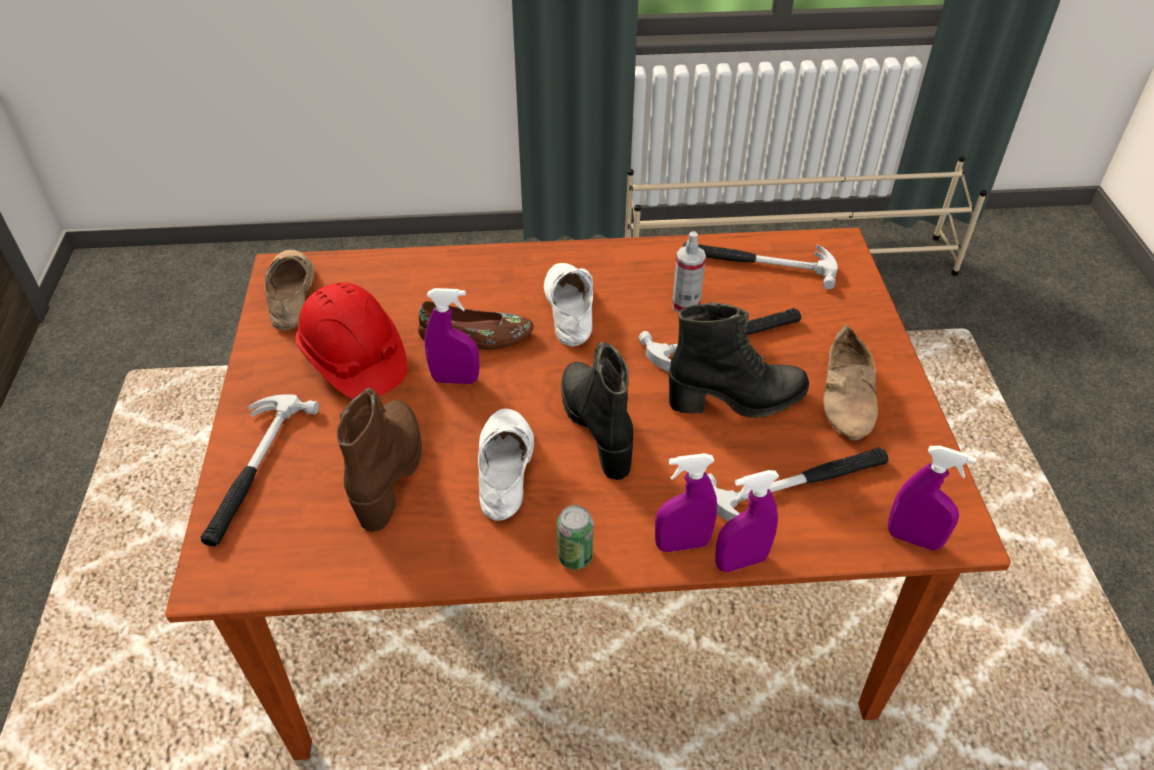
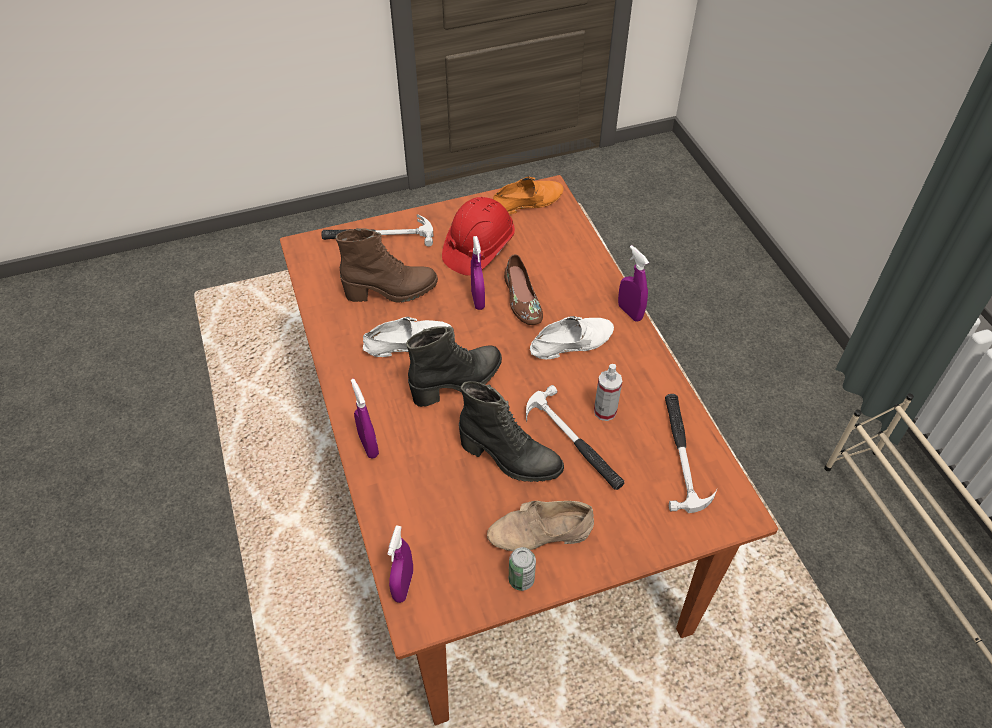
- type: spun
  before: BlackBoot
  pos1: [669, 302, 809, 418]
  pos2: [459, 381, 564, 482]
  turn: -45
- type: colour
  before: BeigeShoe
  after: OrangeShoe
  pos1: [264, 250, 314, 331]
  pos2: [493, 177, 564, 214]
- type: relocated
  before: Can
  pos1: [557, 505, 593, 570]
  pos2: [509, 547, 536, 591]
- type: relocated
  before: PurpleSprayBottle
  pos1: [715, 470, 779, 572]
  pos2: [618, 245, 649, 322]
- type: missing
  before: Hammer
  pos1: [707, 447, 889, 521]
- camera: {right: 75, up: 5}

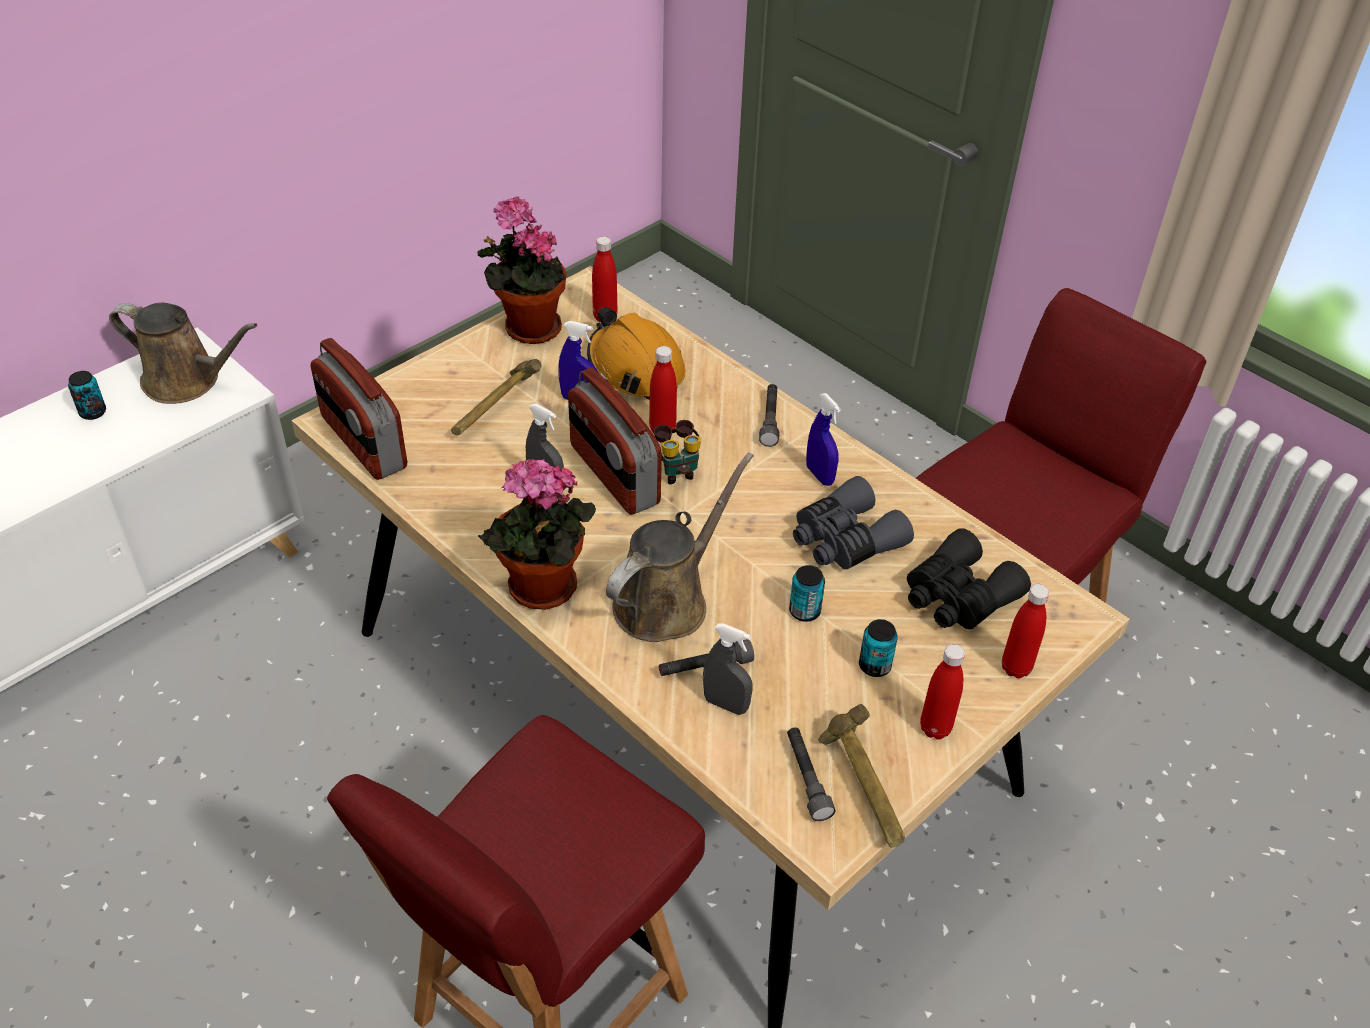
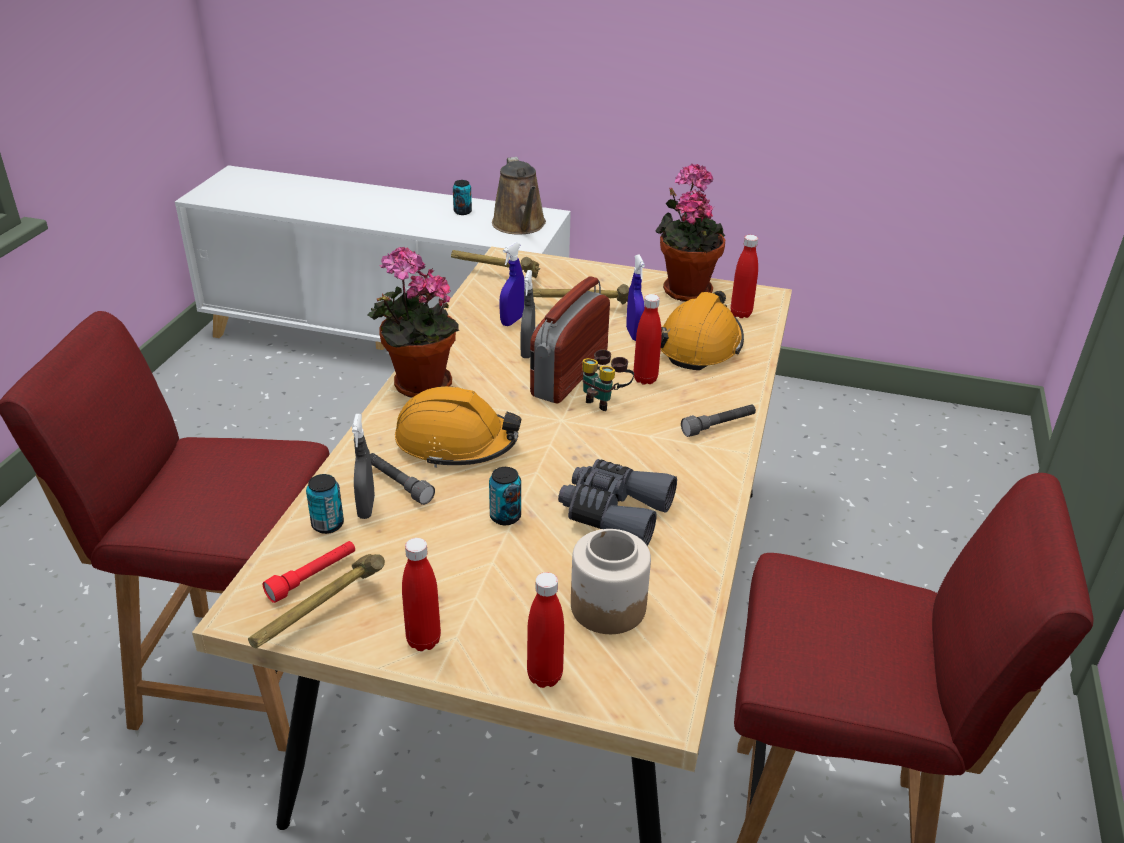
- type: colour
  before: GreyFlashlight
  after: RedFlashlight
  pos1: [787, 727, 835, 821]
  pos2: [262, 541, 355, 603]
- type: relocated
  before: Can
  pos1: [859, 619, 898, 677]
  pos2: [306, 474, 344, 534]
- type: exchanged
  before: BrownWateringCan
  after: OrangeHardHat
  pos1: [606, 453, 754, 642]
  pos2: [395, 386, 521, 468]
- type: exchanged
  before: Radio
  after: Hammer
  pos1: [311, 338, 407, 480]
  pos2: [451, 250, 540, 278]
- type: relocated
  before: BlueSprayBottle
  pos1: [806, 393, 841, 486]
  pos2: [499, 242, 525, 326]
- type: exchanged
  before: BlackBinoculars
  after: Jar
  pos1: [907, 528, 1031, 629]
  pos2: [571, 529, 651, 634]
- camera: {right: 60, up: -10}

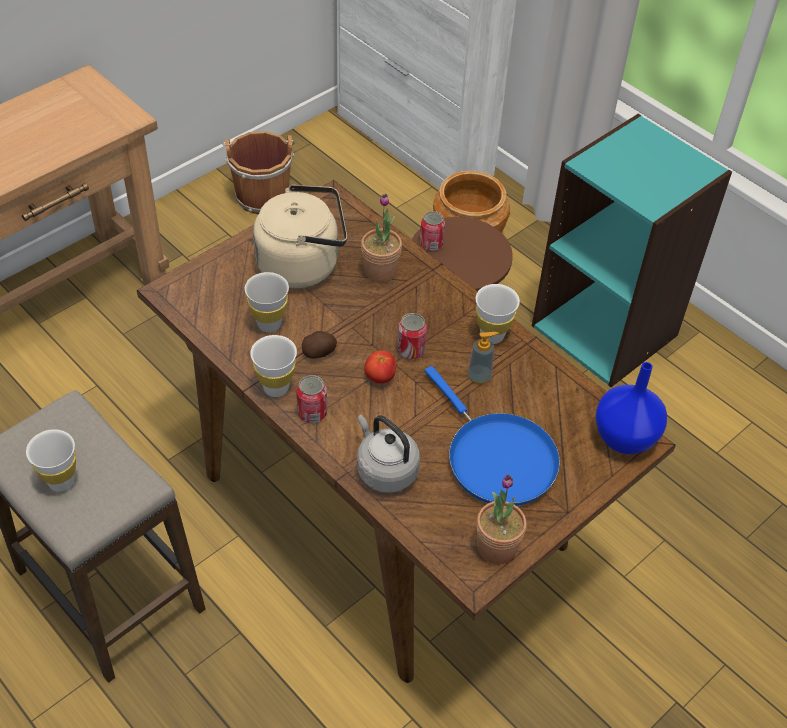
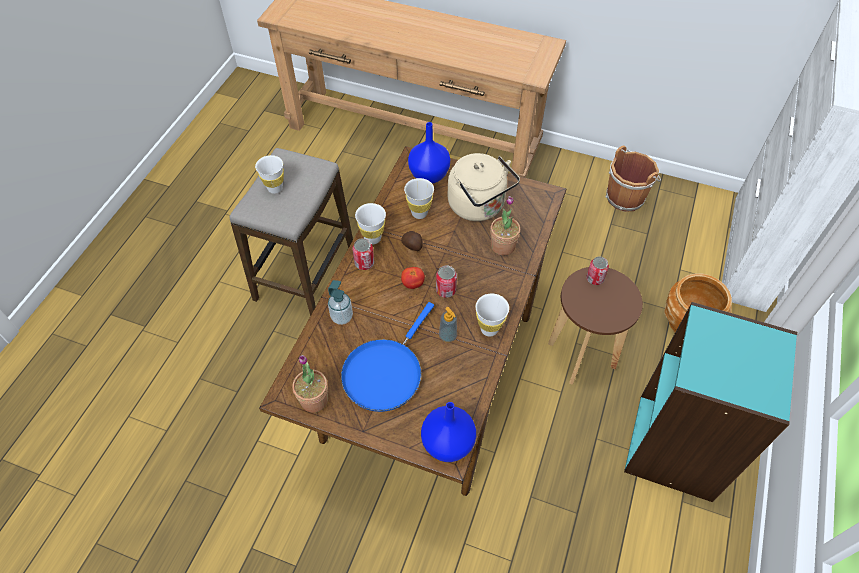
- type: exchanged
  before: GreyKettle
  after: SoapDispenser
  pos1: [357, 414, 420, 493]
  pos2: [328, 280, 353, 325]
- type: appeared
  after: BlueVase
  pos2: [408, 122, 450, 184]
- camera: {right: 65, up: 5}

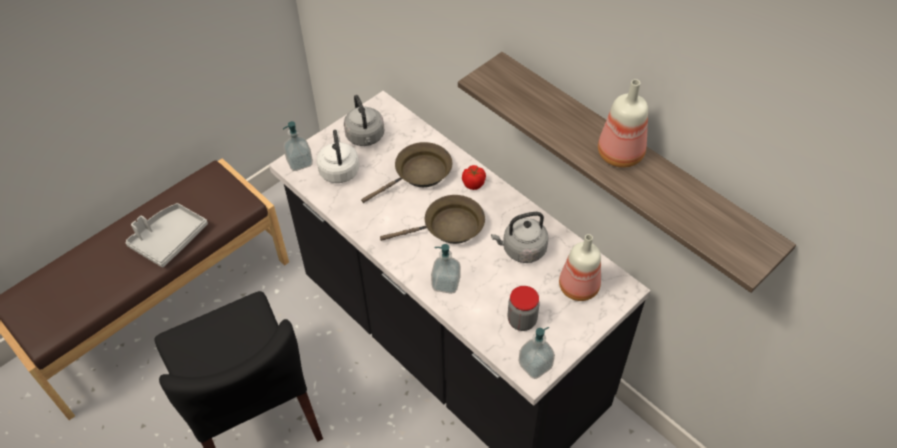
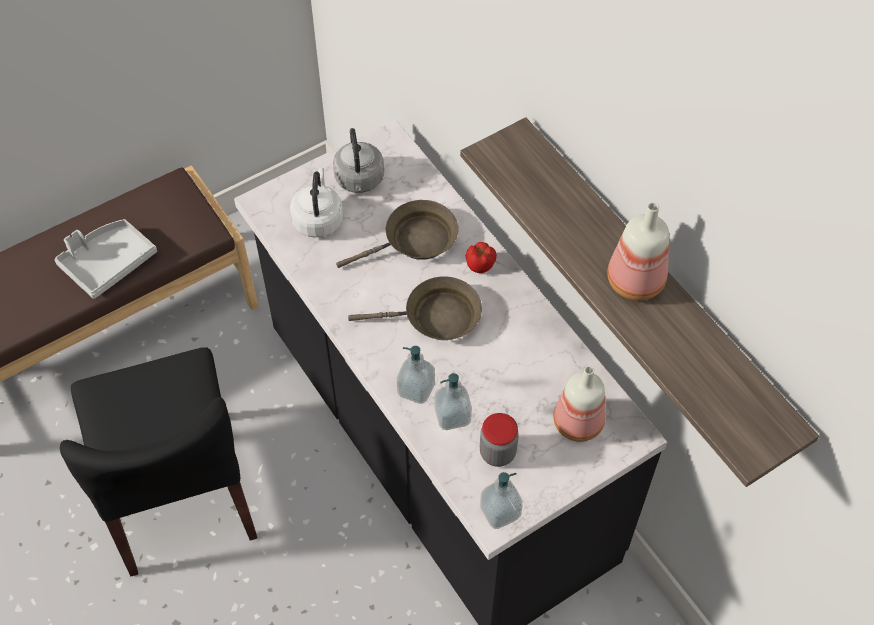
- type: relocated
  before: SoapDispenser
  pos1: [283, 121, 313, 171]
  pos2: [434, 373, 472, 430]
- type: missing
  before: GreyKettle
  pos1: [491, 212, 549, 263]
- camera: {right: 10, up: 5}

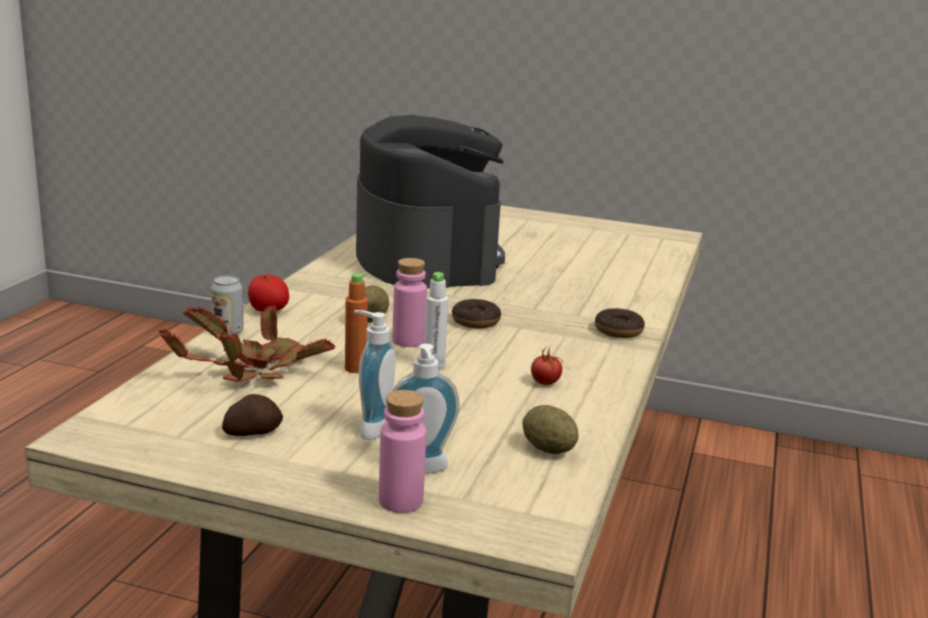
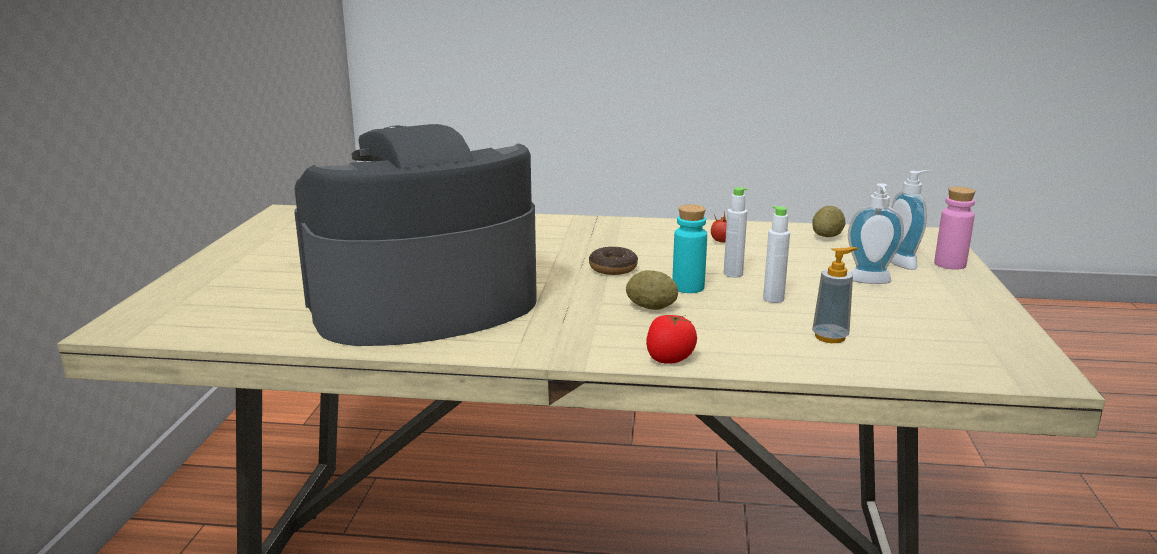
- type: colour
  before: PinkBottle
  after: TurquoiseBottle
  pos1: [392, 258, 427, 347]
  pos2: [672, 205, 707, 293]
- type: colour
  before: OrangeBottle
  after: WhiteBottle
  pos1: [345, 273, 368, 373]
  pos2: [763, 206, 790, 303]
- type: exchanged
  before: PottedPlant
  after: SoapDispenser
  pos1: [158, 305, 335, 382]
  pos2: [812, 247, 858, 343]
- type: missing
  before: Can
  pos1: [211, 275, 243, 335]
- type: missing
  before: Potato
  pos1: [222, 394, 283, 436]
- type: missing
  before: Donut
  pos1: [595, 308, 645, 338]
- camera: {right: -100, up: 0}

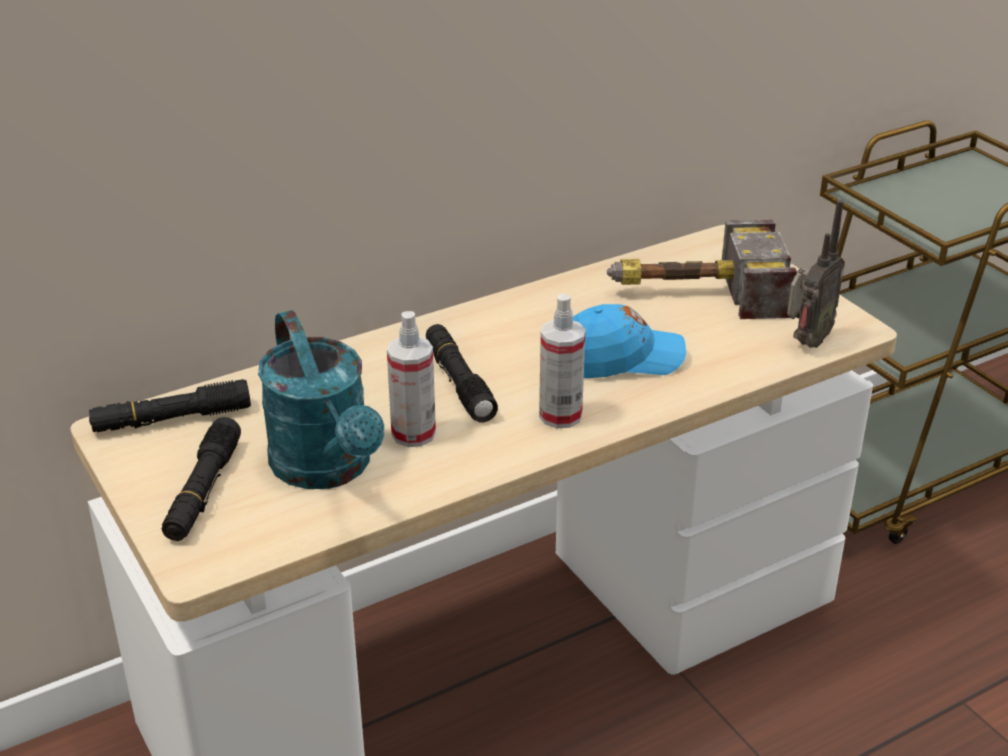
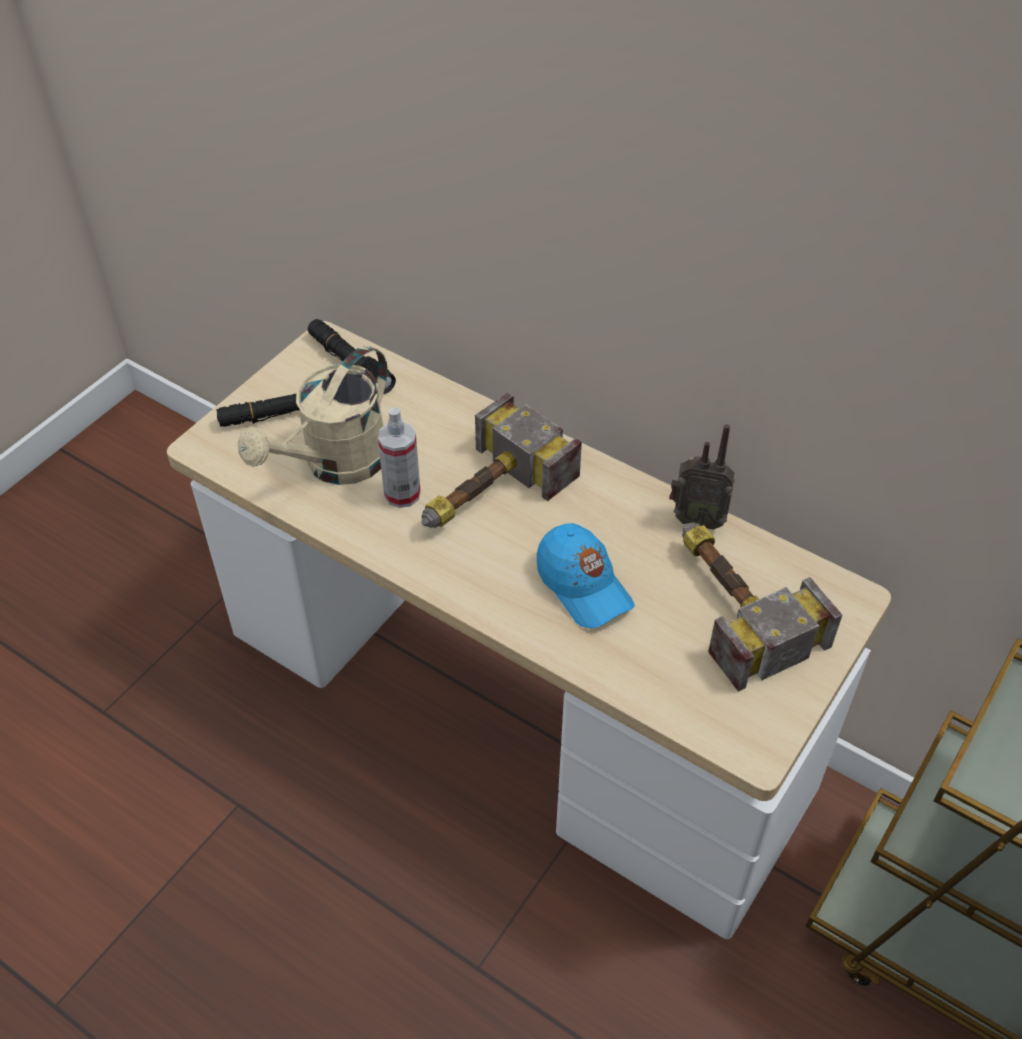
- type: colour
  before: TurquoiseWateringCan
  after: BeigeWateringCan
  pos1: [258, 310, 384, 489]
  pos2: [238, 345, 388, 485]
- type: exchanged
  before: BlackFlashlight
  after: Hammer
  pos1: [426, 324, 498, 422]
  pos2: [421, 392, 582, 528]
- type: relocated
  before: Radio
  pos1: [787, 200, 845, 348]
  pos2: [669, 424, 735, 530]
- type: missing
  before: SprayBottle
  pos1: [539, 294, 586, 428]
- camera: {right: 65, up: 15}

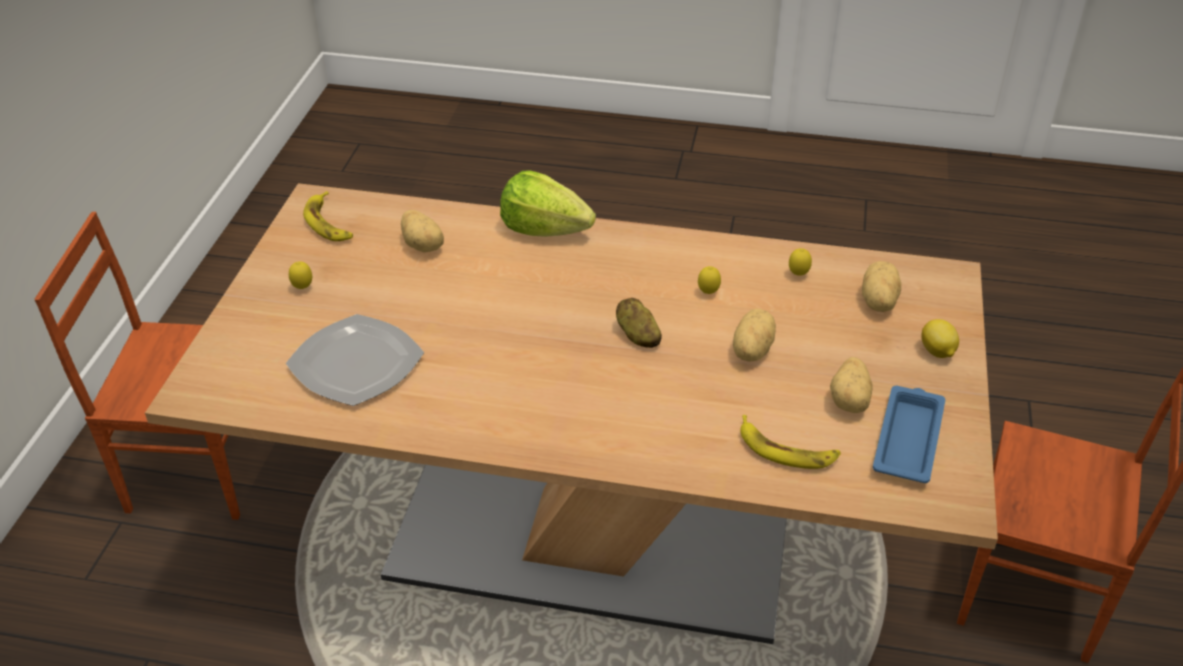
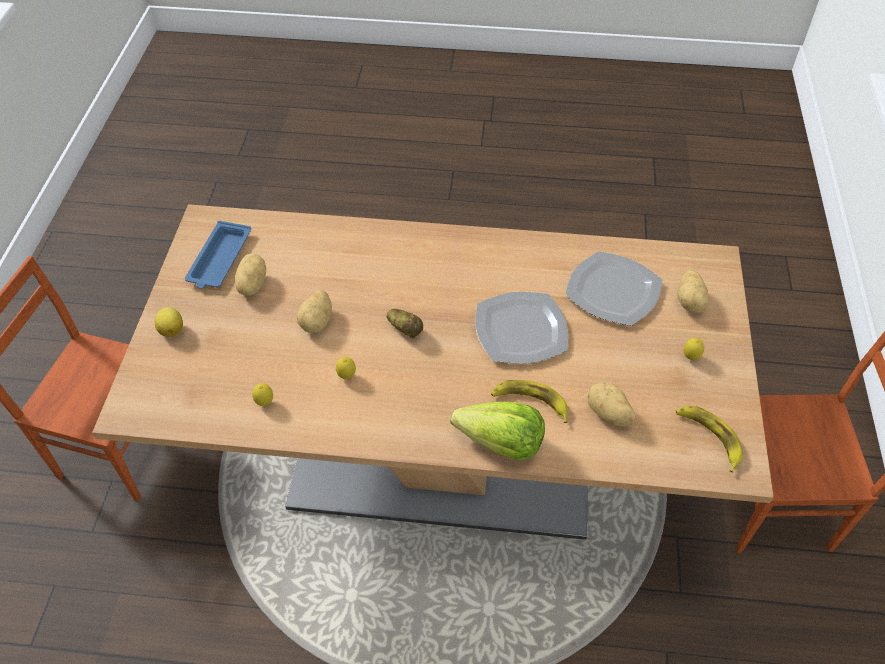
- type: appeared
  after: Plate
  pos2: [475, 292, 568, 364]
- type: relocated
  before: Banana
  pos1: [740, 415, 841, 469]
  pos2: [491, 380, 568, 423]
- type: relocated
  before: Potato
  pos1: [862, 261, 901, 312]
  pos2: [677, 270, 709, 313]
- camera: {right: 175, up: 10}

